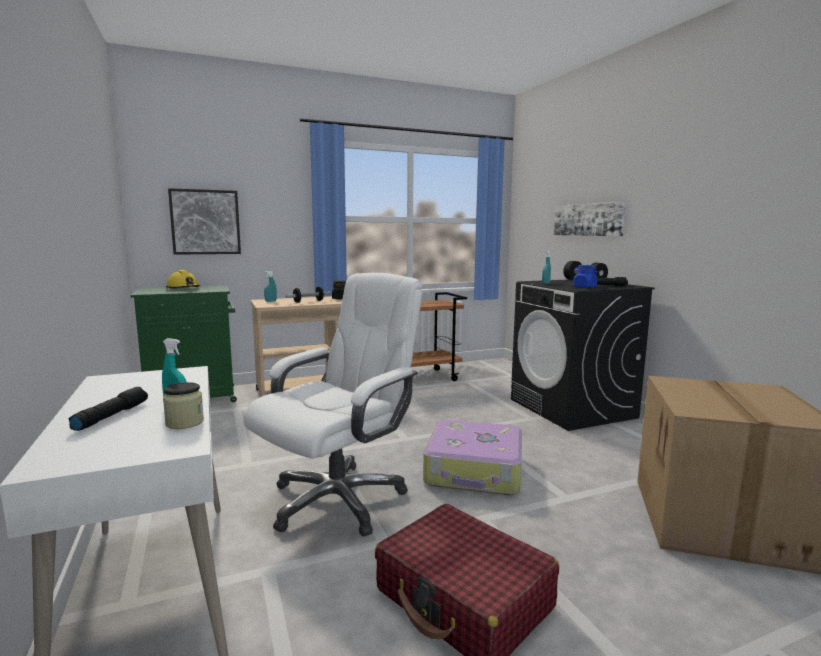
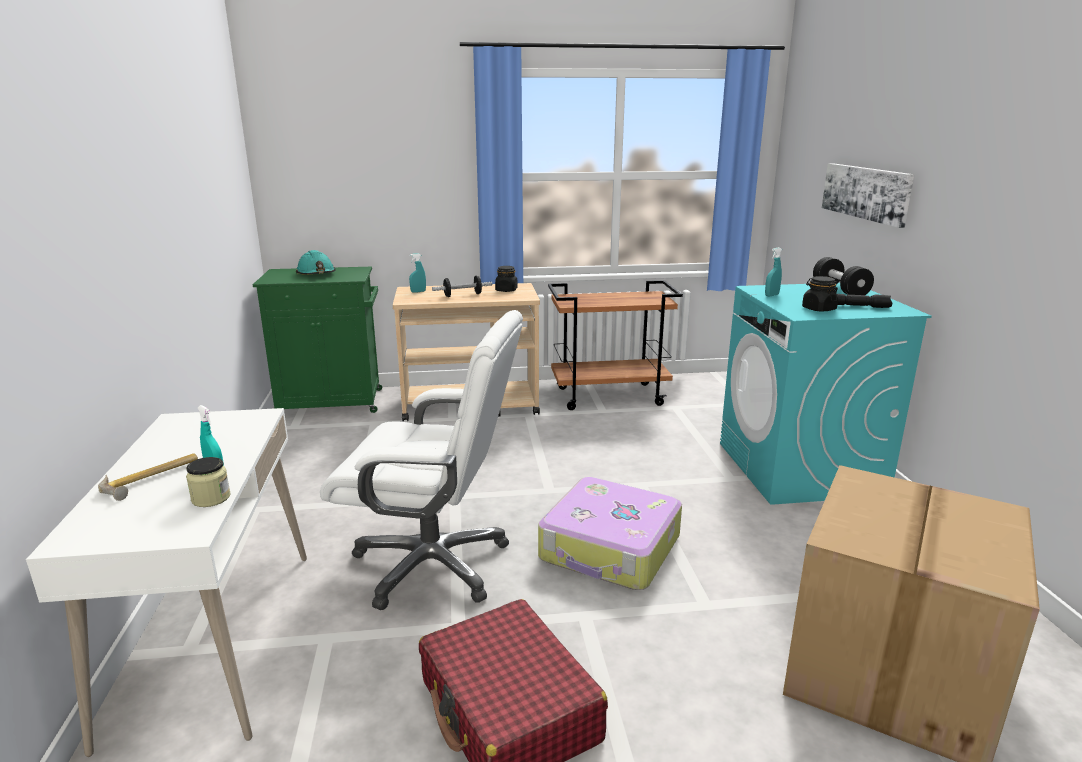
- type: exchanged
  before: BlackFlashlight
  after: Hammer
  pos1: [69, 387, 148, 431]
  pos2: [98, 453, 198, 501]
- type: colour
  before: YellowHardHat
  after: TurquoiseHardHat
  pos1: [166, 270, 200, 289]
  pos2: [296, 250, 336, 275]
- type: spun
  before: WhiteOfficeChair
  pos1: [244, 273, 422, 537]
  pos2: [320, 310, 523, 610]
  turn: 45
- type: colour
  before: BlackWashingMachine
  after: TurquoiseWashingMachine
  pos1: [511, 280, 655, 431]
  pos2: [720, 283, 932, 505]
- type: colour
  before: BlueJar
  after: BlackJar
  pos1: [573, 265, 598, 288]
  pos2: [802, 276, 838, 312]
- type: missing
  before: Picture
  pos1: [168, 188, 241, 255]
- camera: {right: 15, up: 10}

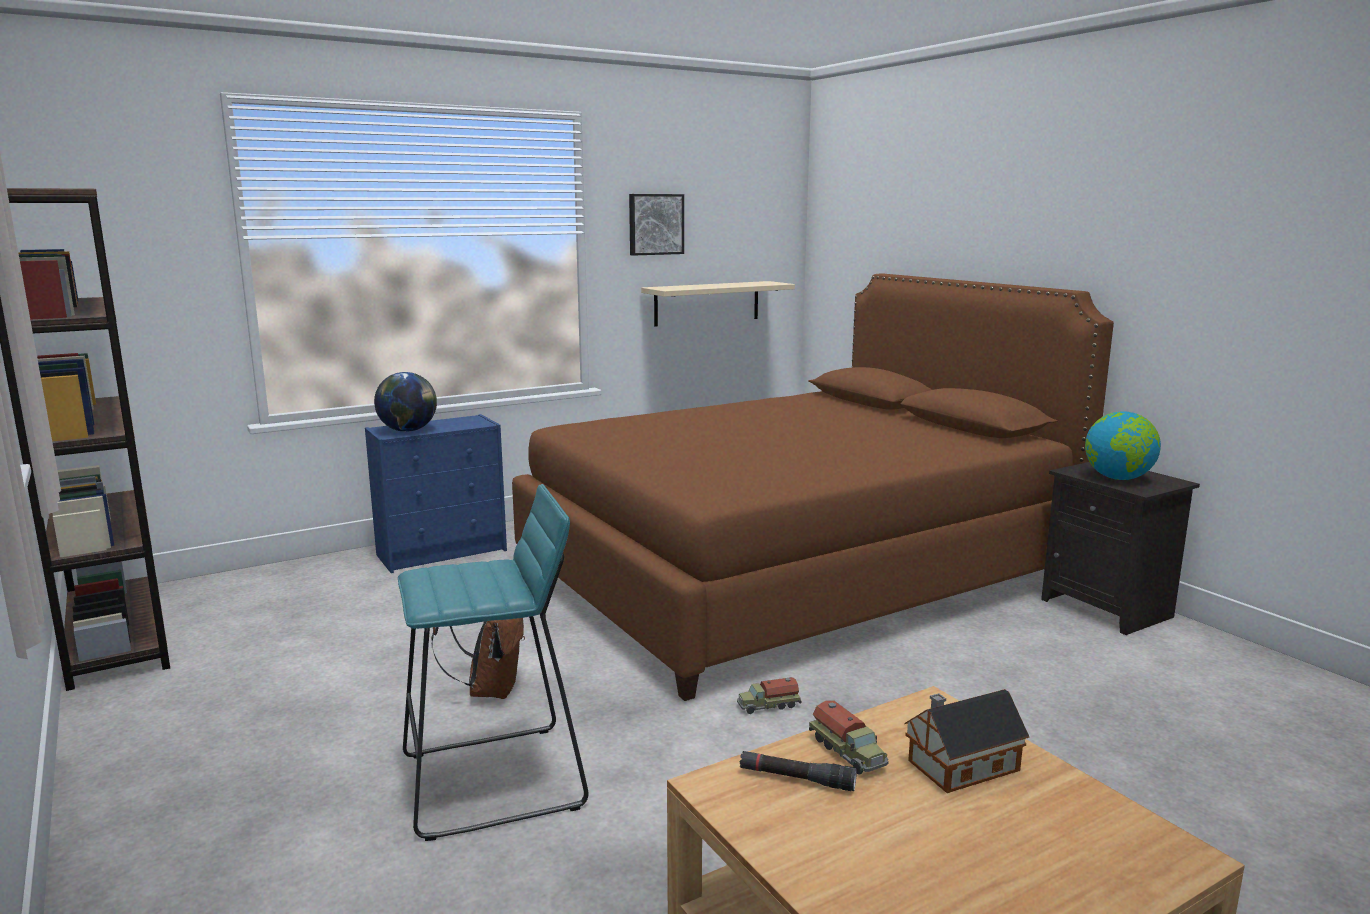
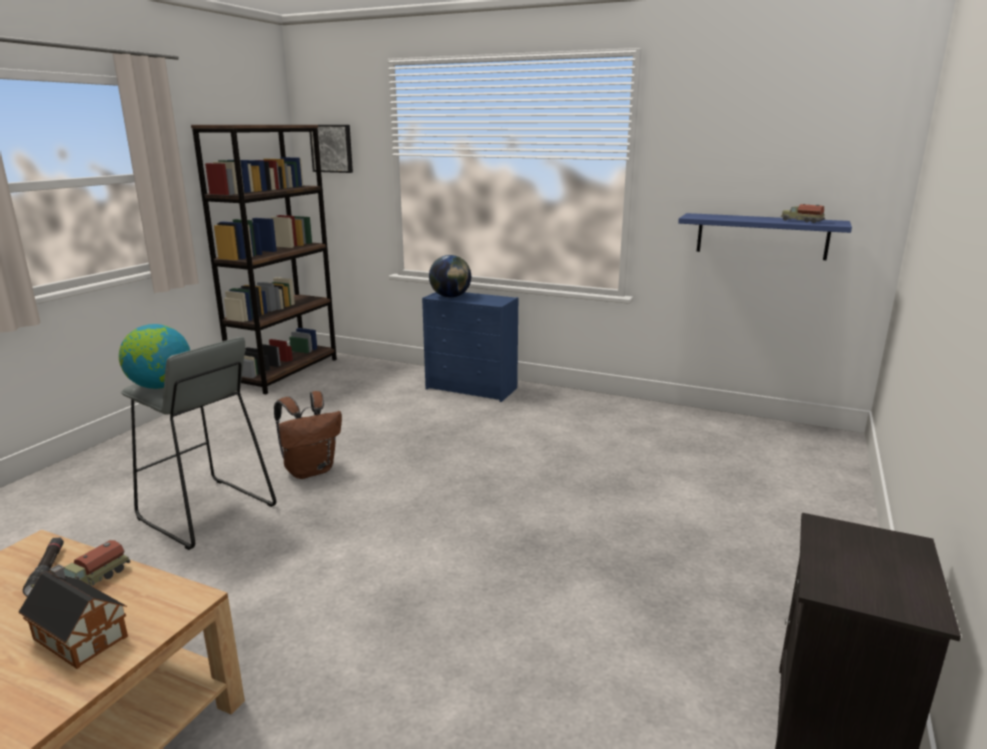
- type: relocated
  before: Globe
  pos1: [1085, 412, 1161, 480]
  pos2: [119, 324, 190, 389]
- type: colour
  before: TurquoiseStool
  after: GreyStool
  pos1: [398, 484, 588, 841]
  pos2: [121, 337, 276, 550]
- type: relocated
  before: Picture
  pos1: [629, 194, 684, 256]
  pos2: [309, 125, 353, 173]
- type: colour
  before: BeigeShelf
  after: BlueShelf
  pos1: [641, 281, 795, 327]
  pos2: [678, 213, 852, 260]
- type: relocated
  before: ToyTruck
  pos1: [737, 677, 801, 714]
  pos2: [781, 204, 825, 223]
- type: missing
  before: BrownBed
  pos1: [512, 273, 1114, 701]
- camera: {right: 55, up: 5}

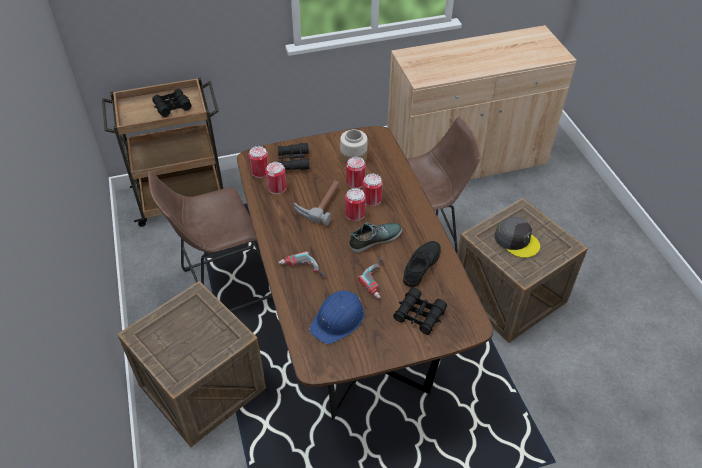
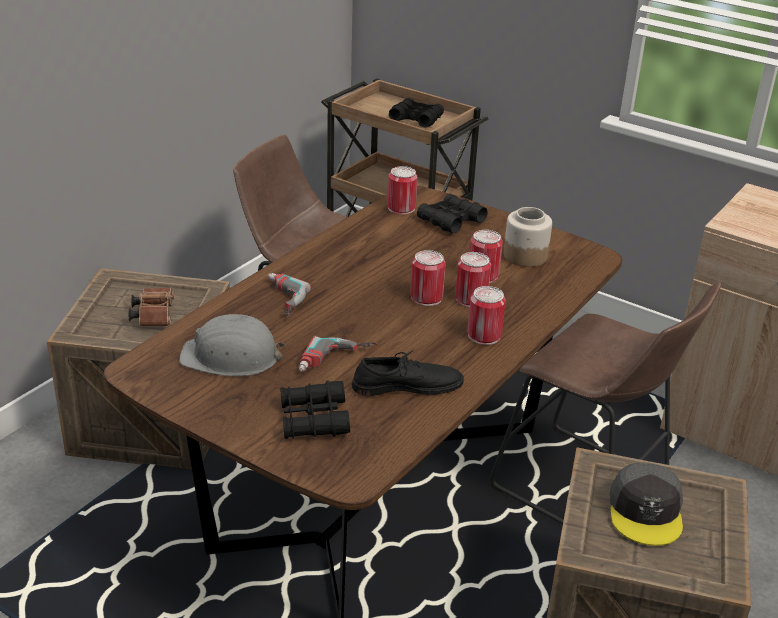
- type: appeared
  after: BrownBinoculars
  pos2: [128, 287, 175, 326]
- type: colour
  before: BlueHardHat
  after: GreyHardHat
  pos1: [309, 290, 364, 344]
  pos2: [179, 314, 285, 376]
- type: relocated
  before: Can
  pos1: [266, 162, 287, 194]
  pos2: [467, 286, 506, 345]
- type: missing
  before: Hammer
  pos1: [294, 181, 340, 226]
- type: missing
  before: Shoe
  pos1: [349, 223, 402, 253]
- camera: {right: 50, up: -15}

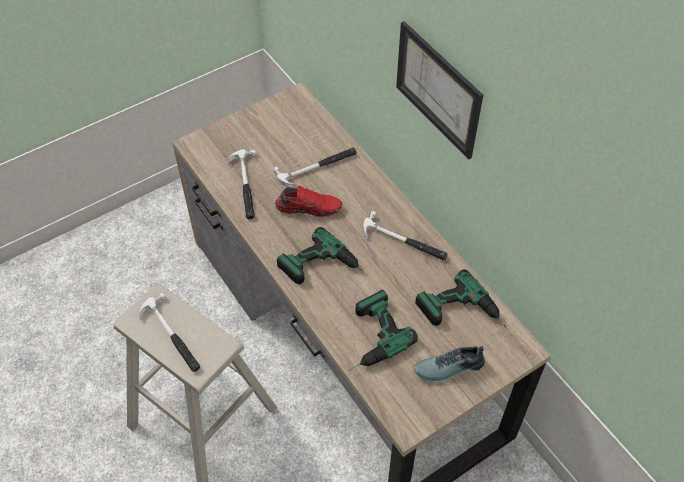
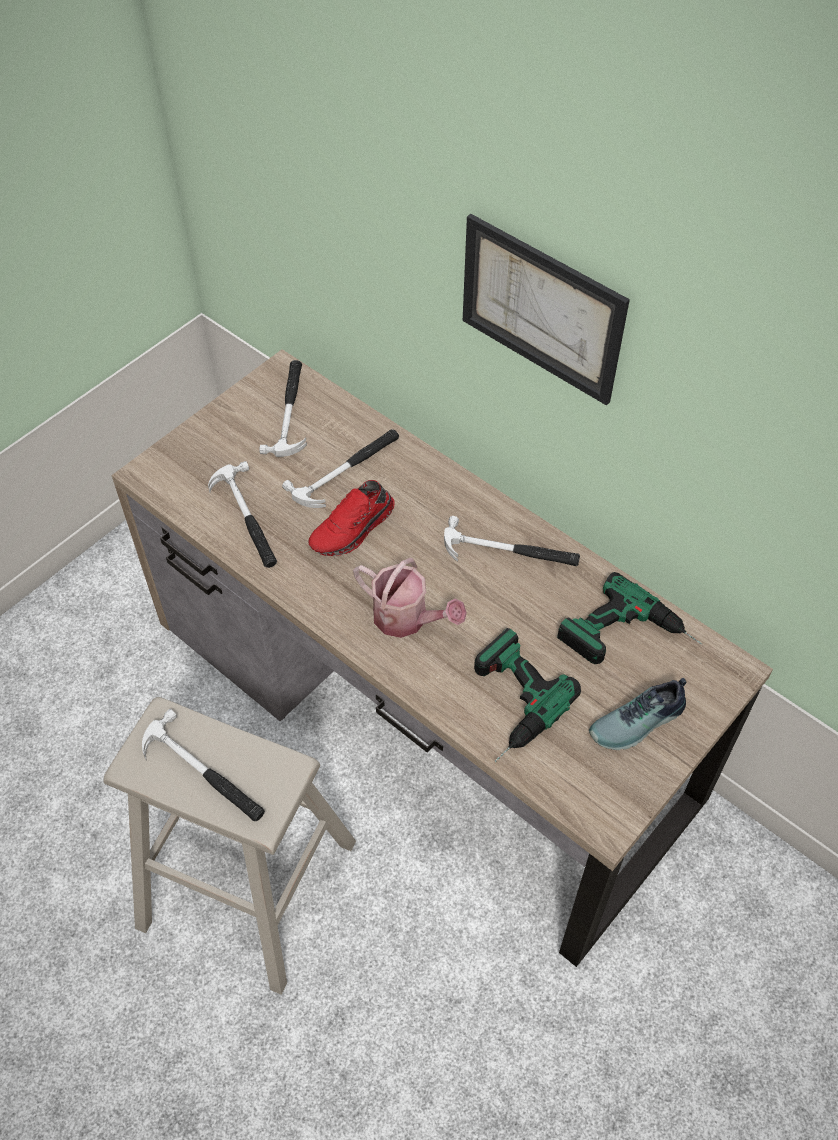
- type: appeared
  after: Hammer
  pos2: [259, 360, 307, 457]
- type: spun
  before: RedShoe
  pos1: [275, 186, 342, 217]
  pos2: [309, 480, 395, 556]
  turn: 150
- type: exchanged
  before: PowerDrill
  after: WateringCan
  pos1: [277, 227, 367, 284]
  pos2: [353, 558, 467, 638]
- camera: {right: -15, up: 0}

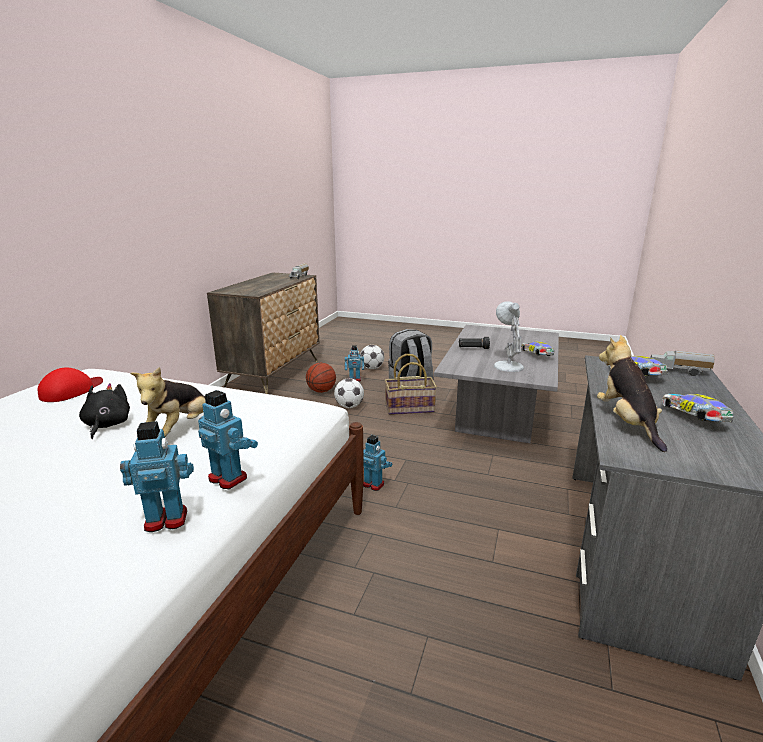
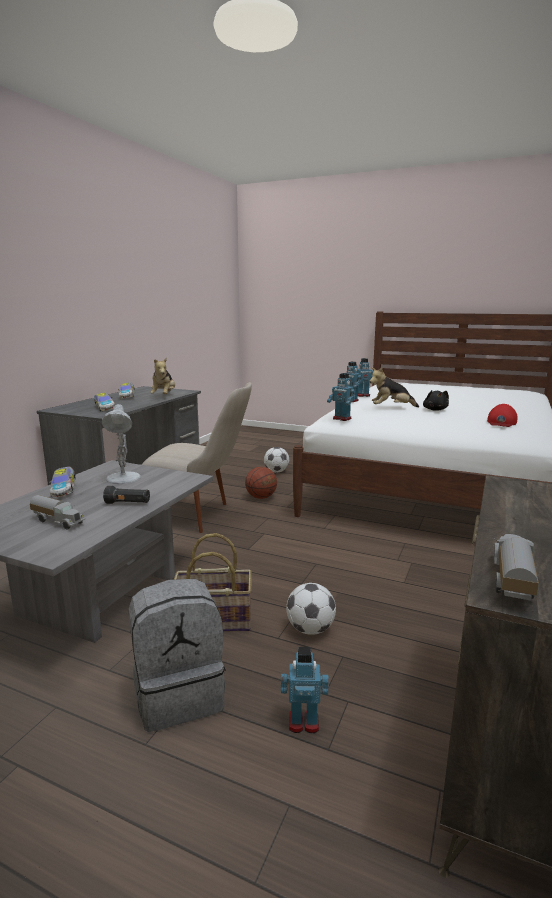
- type: relocated
  before: ToyTruck
  pos1: [650, 350, 714, 376]
  pos2: [30, 495, 85, 530]
- type: appeared
  after: BeigeChair
  pos2: [142, 382, 252, 533]
- type: relocated
  before: Basketball
  pos1: [306, 362, 336, 393]
  pos2: [245, 467, 277, 499]
- type: relocated
  before: Football
  pos1: [360, 345, 384, 369]
  pos2: [264, 447, 289, 473]
- type: relocated
  before: ToyRobot
  pos1: [363, 435, 392, 491]
  pos2: [327, 373, 356, 421]
- type: spun
  before: PlushToy
  pos1: [130, 367, 206, 437]
  pos2: [369, 367, 419, 407]
  turn: -120
- camera: {right: -175, up: -5}

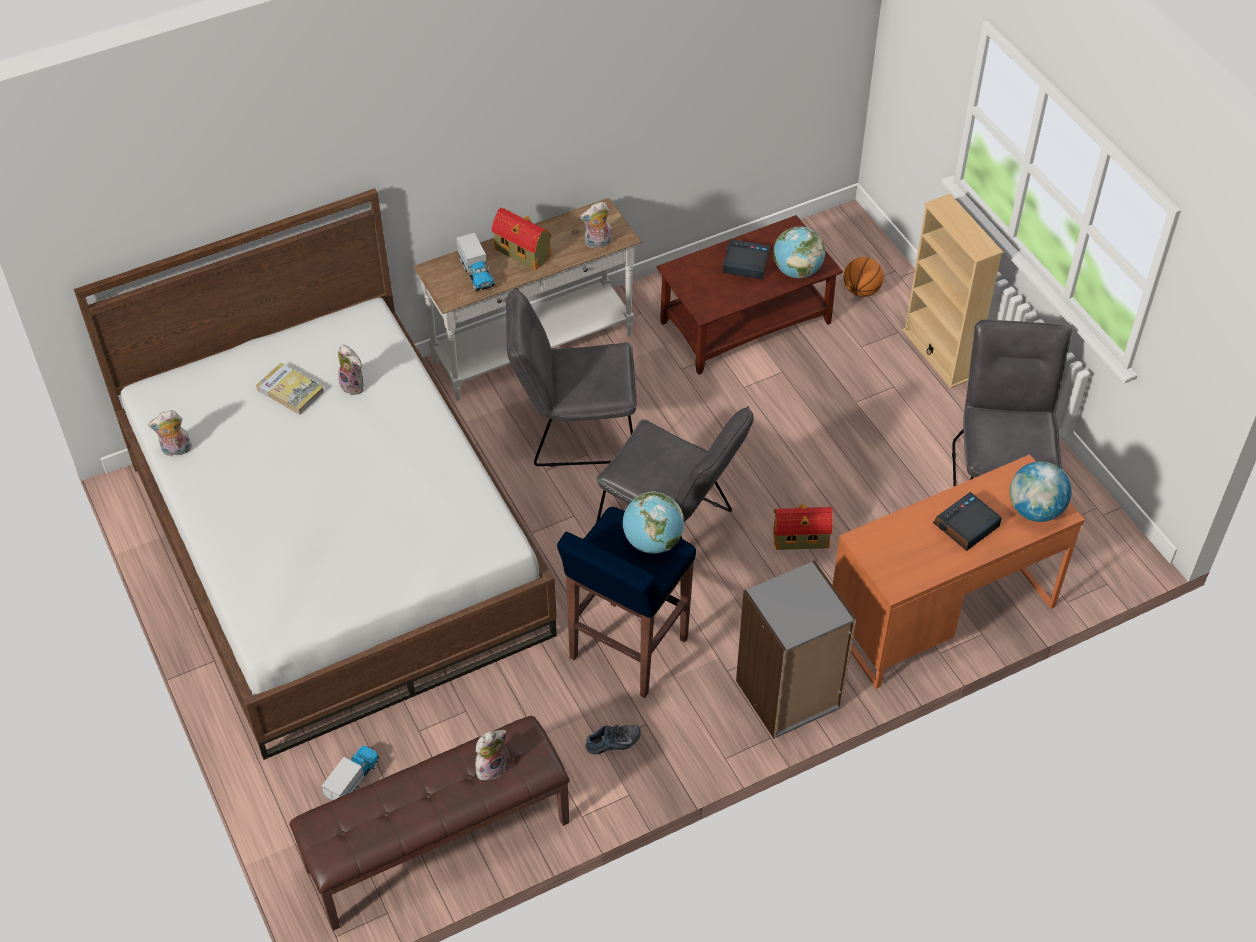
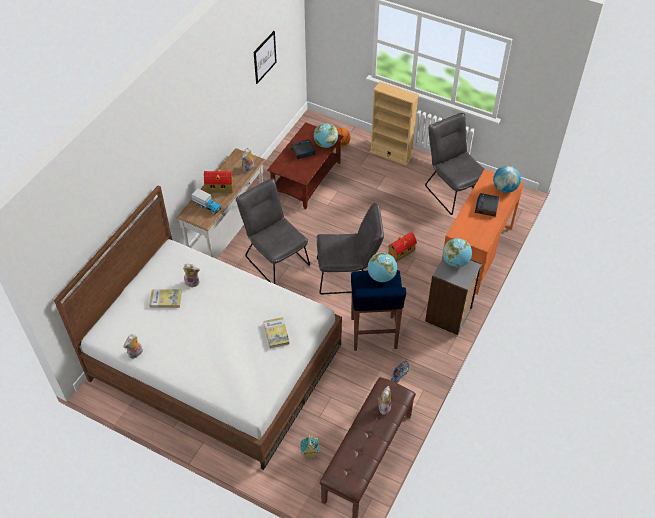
- type: spun
  before: GreyChair
  pos1: [506, 287, 637, 467]
  pos2: [236, 179, 310, 284]
  turn: 90
- type: appeared
  after: Picture
  pos2: [254, 31, 277, 84]
- type: appeared
  after: Book
  pos2: [263, 317, 290, 348]
- type: exchanged
  before: ToyTruck
  after: ToyHouse
  pos1: [322, 746, 379, 800]
  pos2: [300, 434, 319, 459]
- type: appeared
  after: Globe
  pos2: [443, 238, 472, 268]
- camera: {right: -35, up: 0}

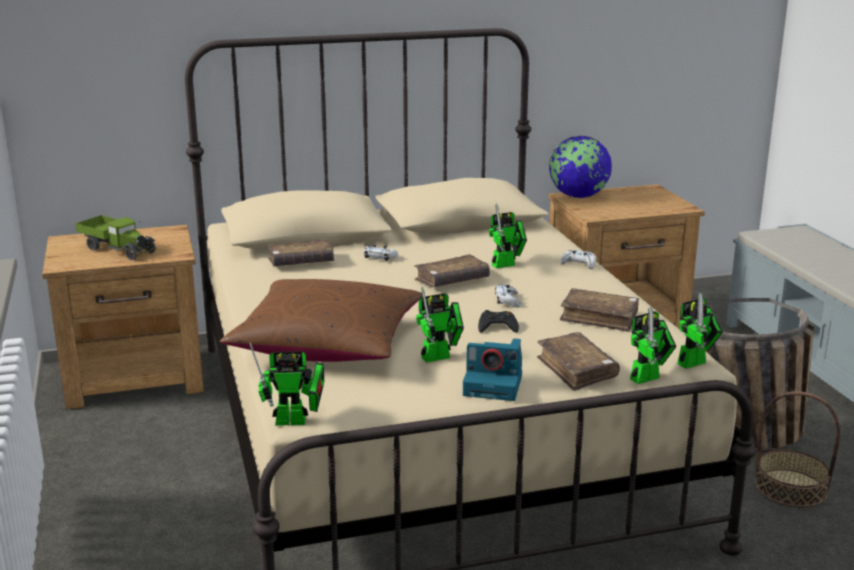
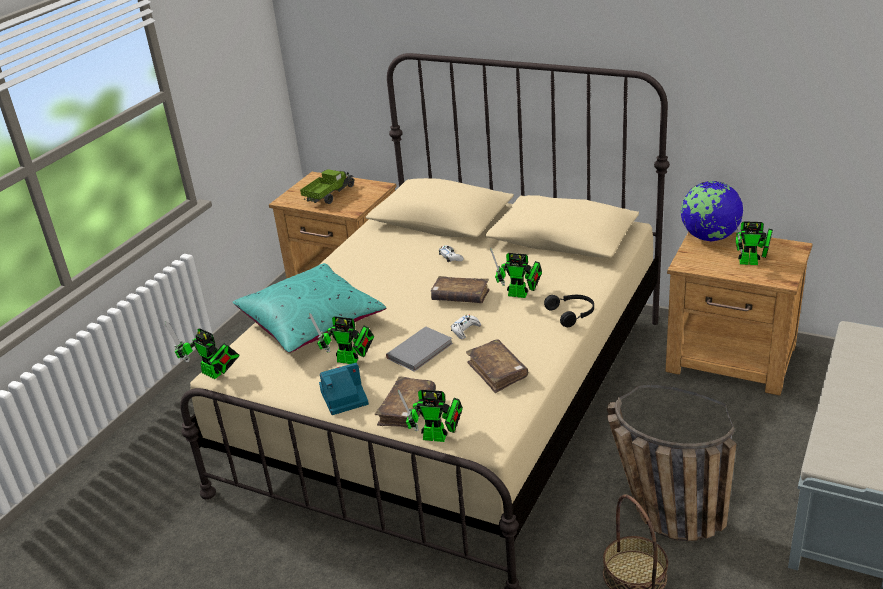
- type: colour
  before: BrownPillow
  after: TurquoisePillow
  pos1: [220, 279, 422, 362]
  pos2: [232, 263, 386, 353]
- type: spun
  before: ToyTruck
  pos1: [75, 215, 156, 260]
  pos2: [300, 169, 354, 204]
  turn: -135
- type: spun
  before: PhotoCamera
  pos1: [463, 338, 522, 401]
  pos2: [319, 363, 369, 415]
  turn: 105
- type: exchanged
  before: BlackGameController
  after: GreyBook
  pos1: [478, 310, 519, 333]
  pos2: [386, 327, 453, 372]
- type: exchanged
  before: WhiteGameController
  after: BlackHeadphones
  pos1: [560, 250, 596, 269]
  pos2: [544, 295, 594, 327]
- type: relocated
  before: ToyRobot
  pos1: [677, 293, 723, 369]
  pos2: [735, 216, 773, 265]
- type: missing
  before: BrownBook
  pos1: [267, 239, 335, 266]
- camera: {right: 45, up: 10}

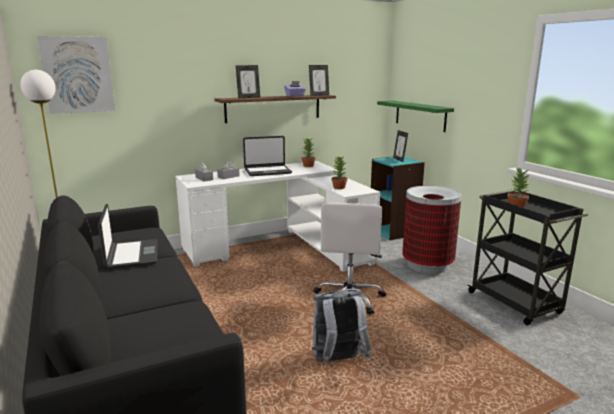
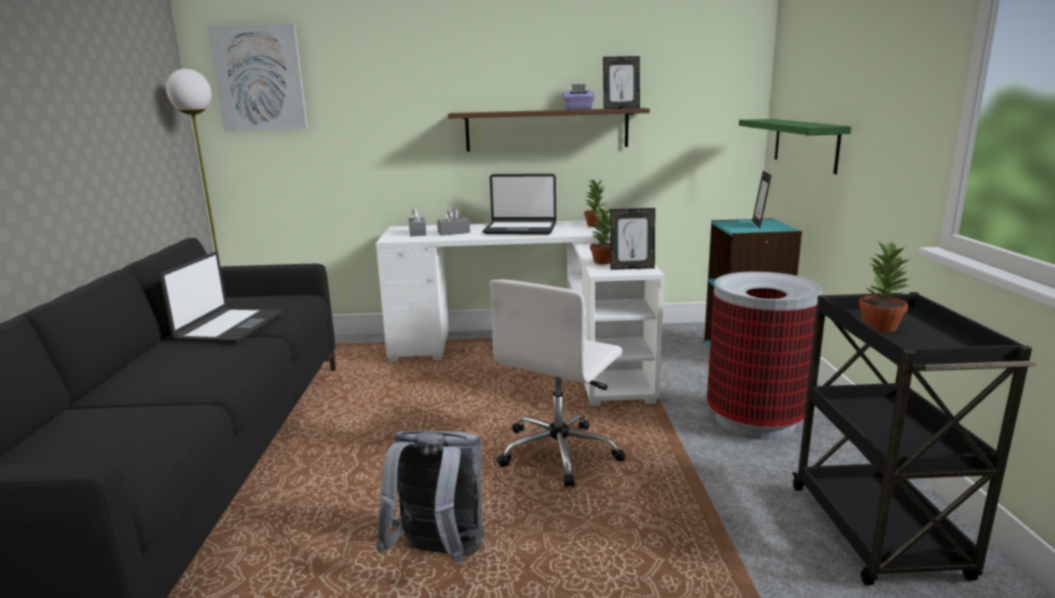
- type: relocated
  before: PictureFrame
  pos1: [236, 65, 260, 98]
  pos2: [610, 208, 655, 270]
- camera: {right: 25, up: 0}

